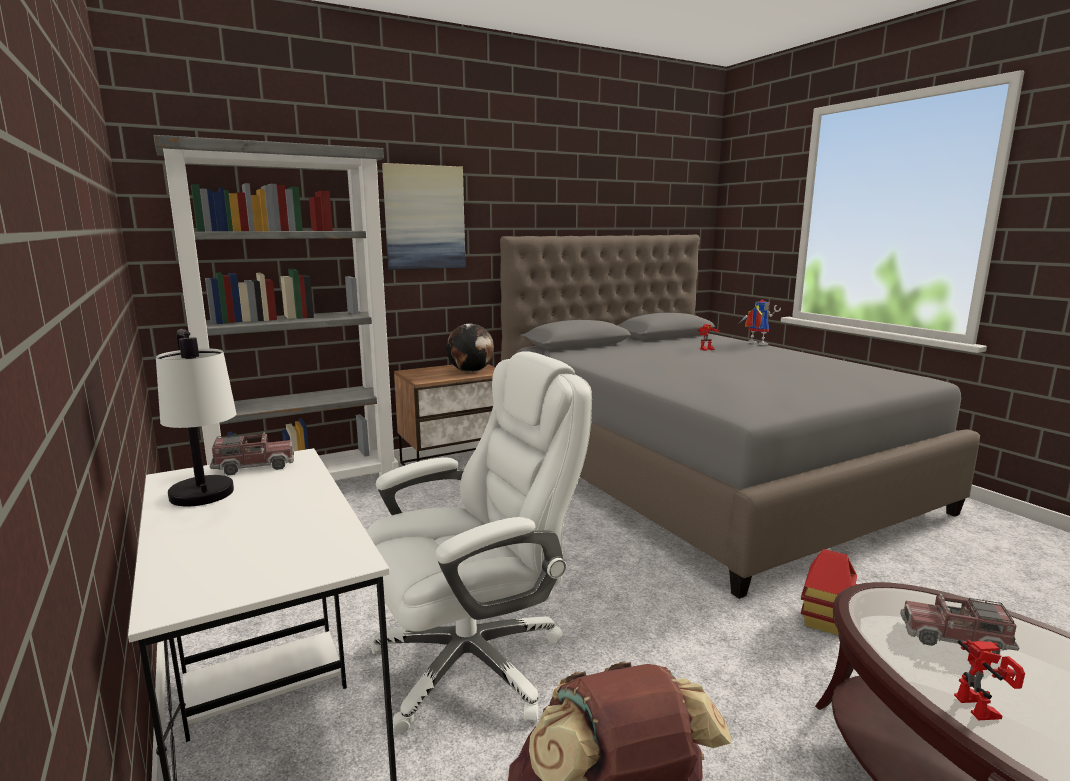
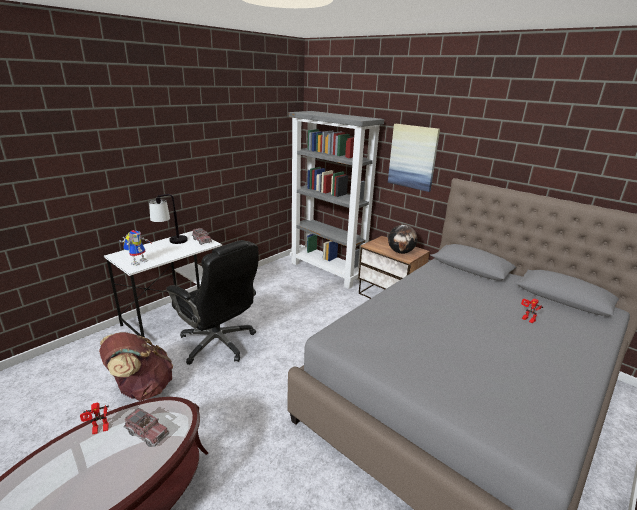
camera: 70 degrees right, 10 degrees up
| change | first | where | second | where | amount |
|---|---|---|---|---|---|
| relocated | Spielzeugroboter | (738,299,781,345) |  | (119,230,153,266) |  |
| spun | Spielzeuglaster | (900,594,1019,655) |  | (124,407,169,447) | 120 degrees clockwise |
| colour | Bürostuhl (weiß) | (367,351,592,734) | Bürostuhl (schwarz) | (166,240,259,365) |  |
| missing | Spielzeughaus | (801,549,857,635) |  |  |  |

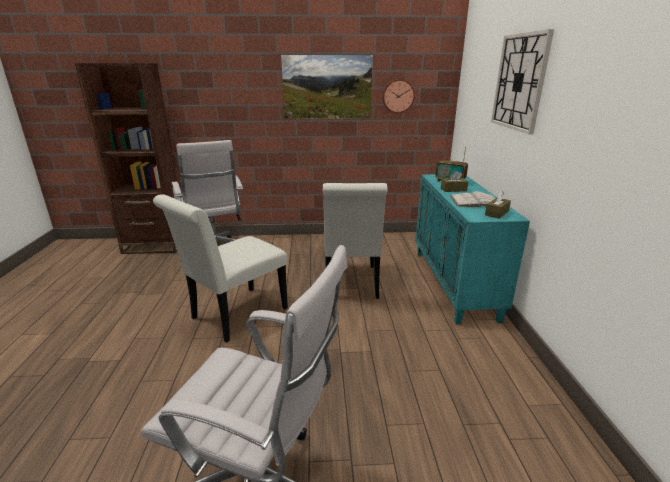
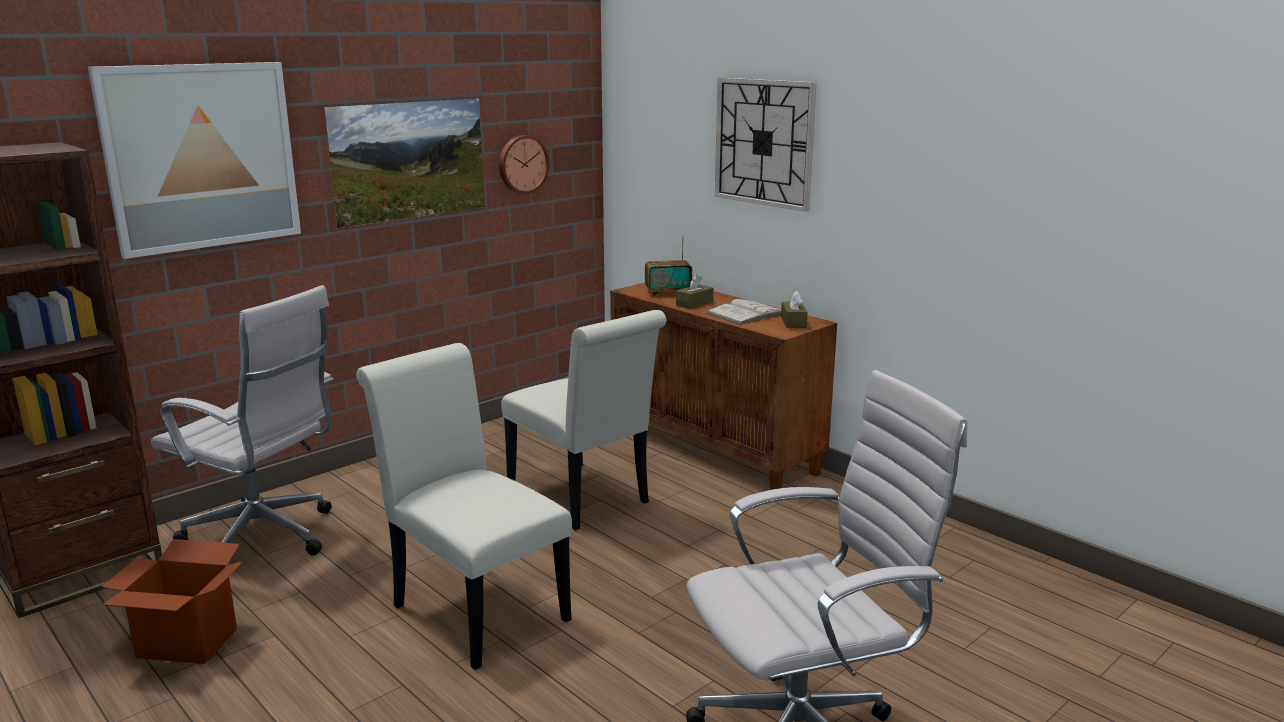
camera: 40 degrees left, 5 degrees down
| change | first | where | second | where | amount |
|---|---|---|---|---|---|
| appeared |  |  | Bild | (88,62,301,259) |  |
| appeared |  |  | Karton | (101,539,245,664) |  |
| spun | Stuhl (weiß) | (153,194,288,342) |  | (356,343,572,670) | 135 degrees clockwise |
| colour | Schrank (türkis) | (415,174,530,324) | Schrank (braun) | (610,283,837,490) |  |

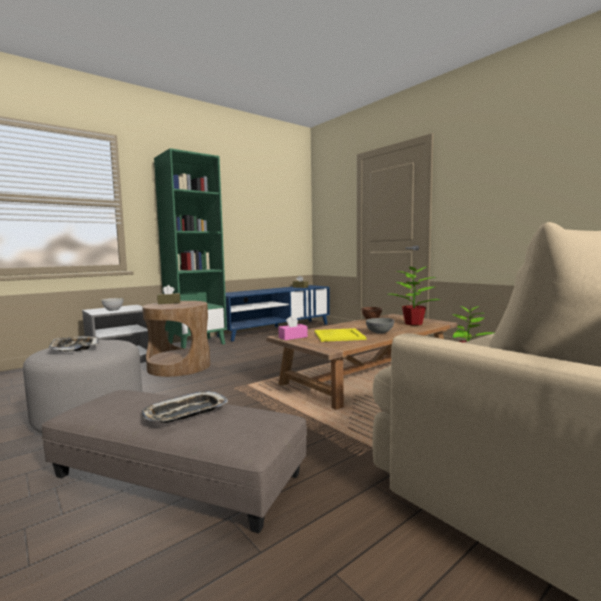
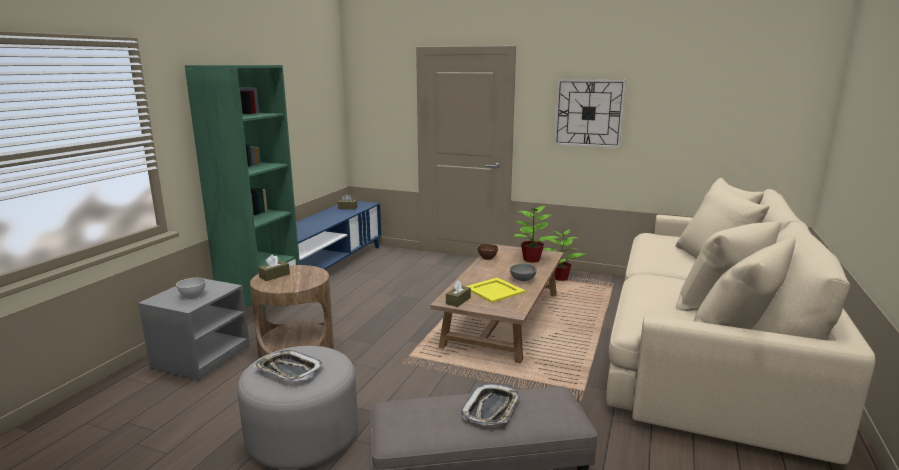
camera: 30 degrees left, 10 degrees up
| change | first | where | second | where | amount |
|---|---|---|---|---|---|
| colour | Taschentuchbox (rosa) | (278,315,308,340) | Taschentuchbox (braun) | (446,280,471,307) |  |
| appeared |  |  | Wanduhr | (554,79,626,148) |  |

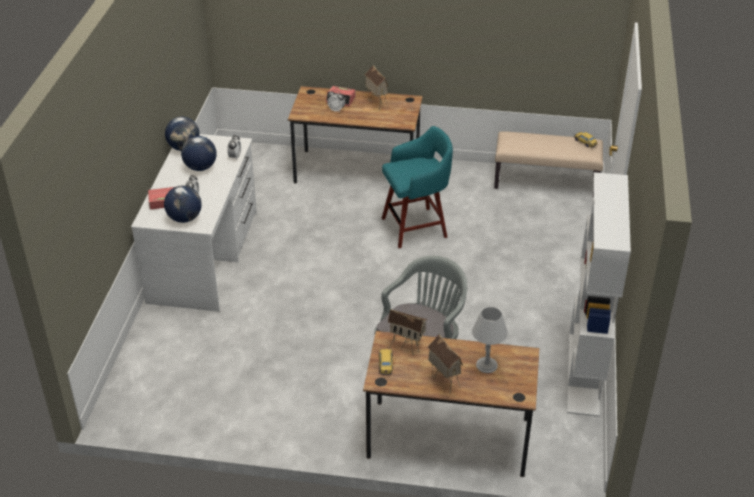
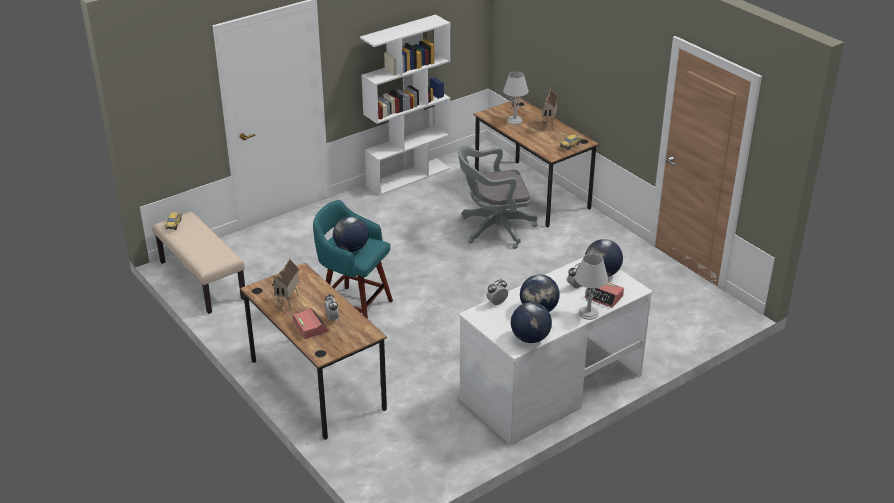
camera: 135 degrees left, 5 degrees down
| change | first | where | second | where | amount |
|---|---|---|---|---|---|
| appeared |  |  | Globus | (333,216,369,252) |  |
| appeared |  |  | Tischlampe (grau) | (575,254,608,320) |  |
| missing | Spielzeughaus | (388,309,427,356) |  |  |  |

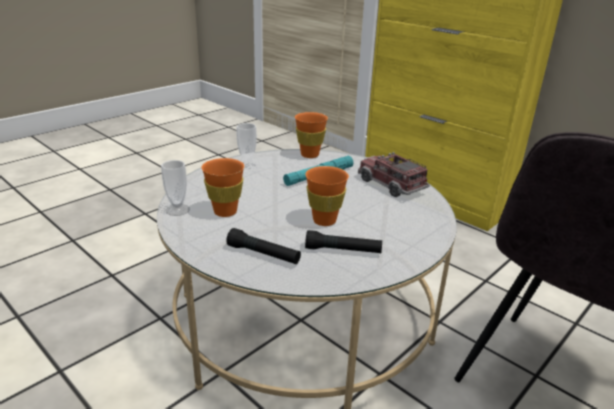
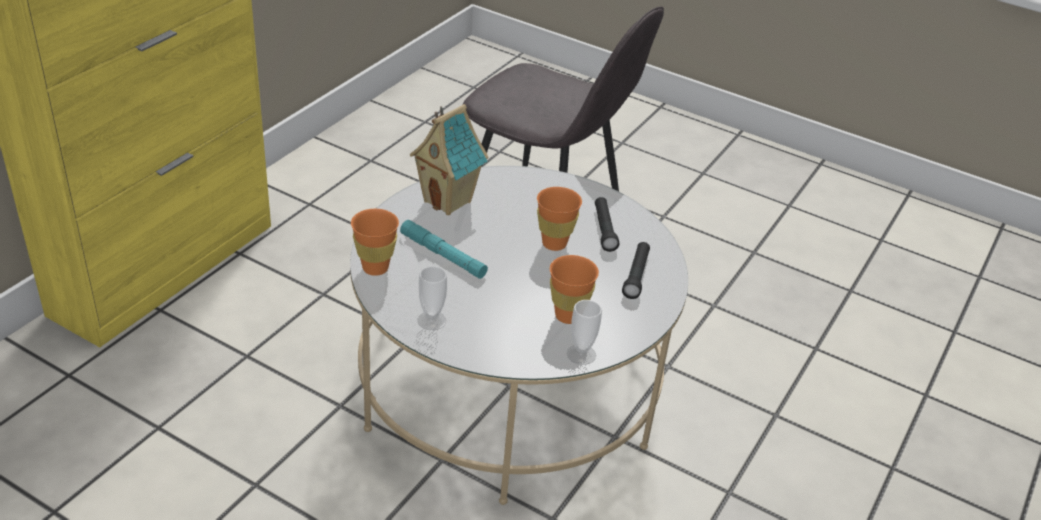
camera: 105 degrees left, 10 degrees up
| change | first | where | second | where | amount |
|---|---|---|---|---|---|
| exchanged | Spielzeuglaster | (358,152,430,197) | Spielzeughaus | (410,104,489,215) |  |

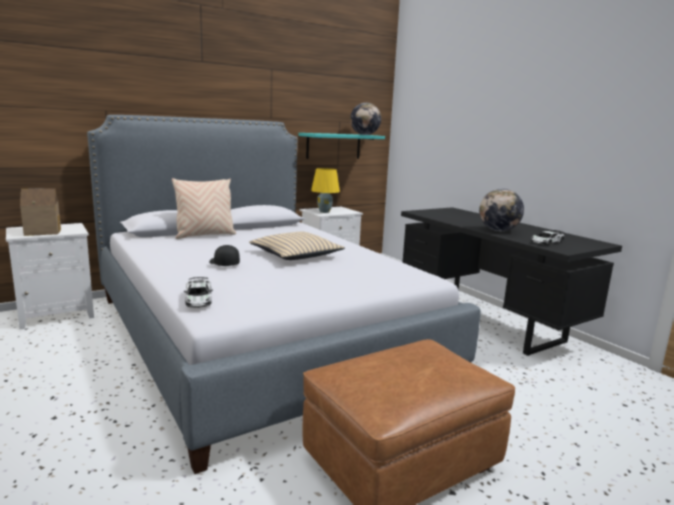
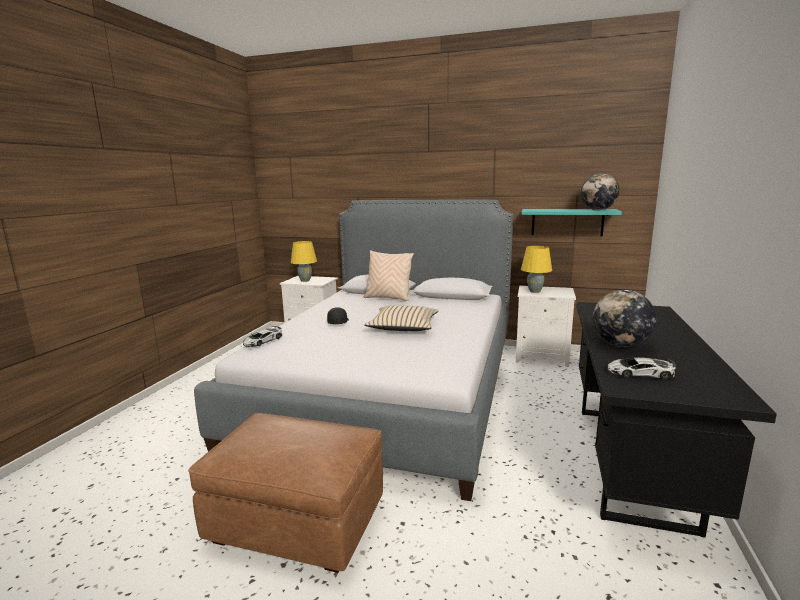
camera: 50 degrees right, 0 degrees up
| change | first | where | second | where | amount |
|---|---|---|---|---|---|
| exchanged | Spielzeughaus | (20,188,61,236) | Tischlampe (gelb) | (291,241,317,282) |  |

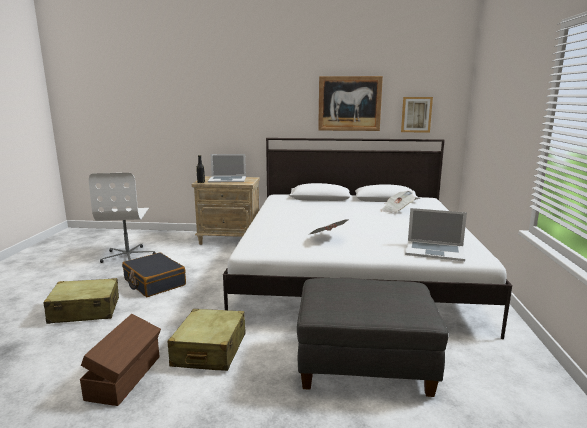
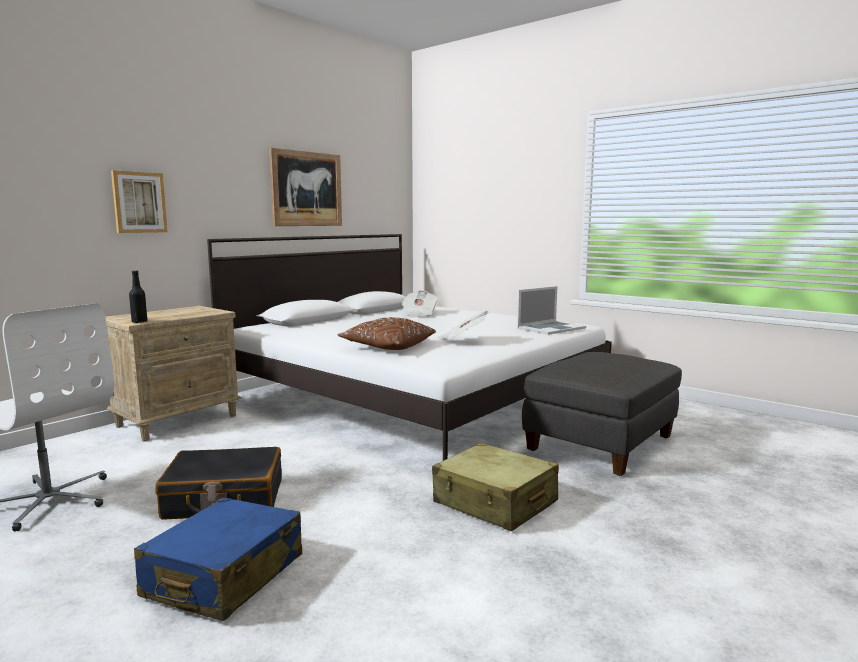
camera: 55 degrees left, 5 degrees down
| change | first | where | second | where | amount |
|---|---|---|---|---|---|
| relocated | Bild | (401,97,433,132) |  | (111,171,168,233) |  |
| colour | Koffer (beige) | (44,278,119,324) | Koffer (blau) | (134,497,302,621) |  |
| appeared |  |  | Kissen (braun) | (337,317,436,350) |  |
| missing | Aufbewahrungsbox (braun) | (80,314,161,406) |  |  |  |
| missing | Laptop | (208,154,246,182) |  |  |  |

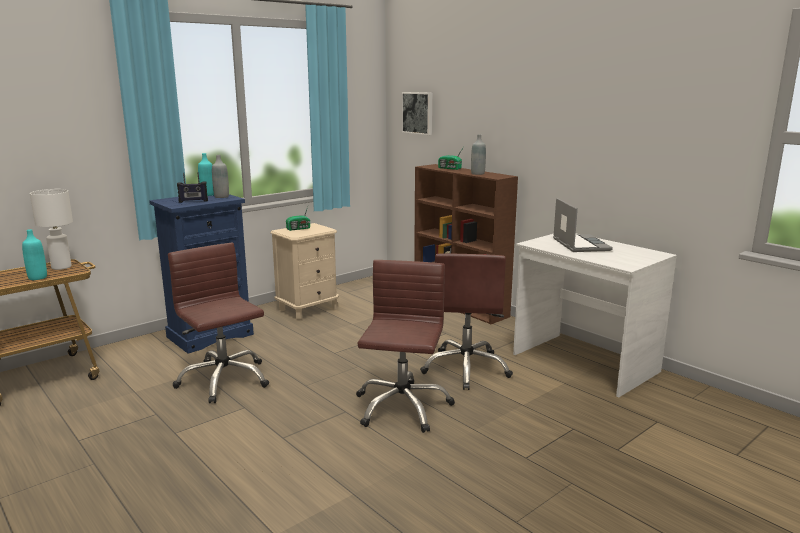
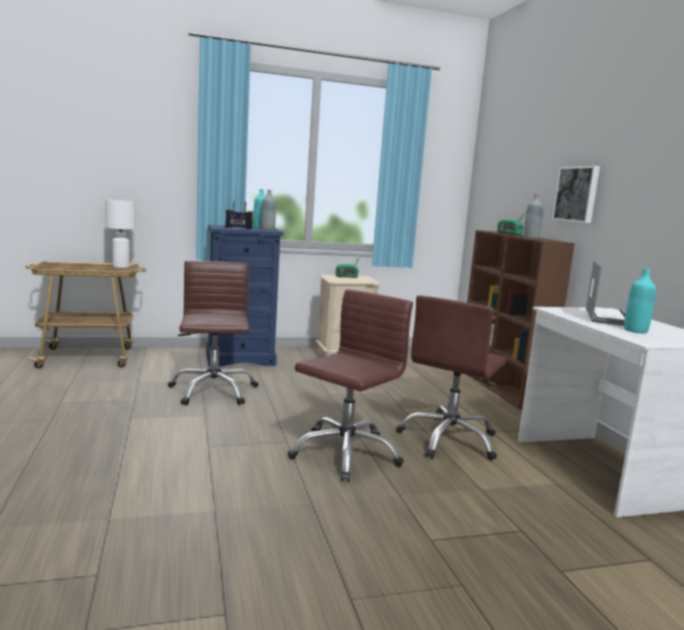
camera: 25 degrees right, 5 degrees down
| change | first | where | second | where | amount |
|---|---|---|---|---|---|
| relocated | Bild | (401,92,432,135) |  | (552,166,600,223) |  |
| relocated | Flasche (türkis) | (22,229,47,280) |  | (624,268,656,333) |  |

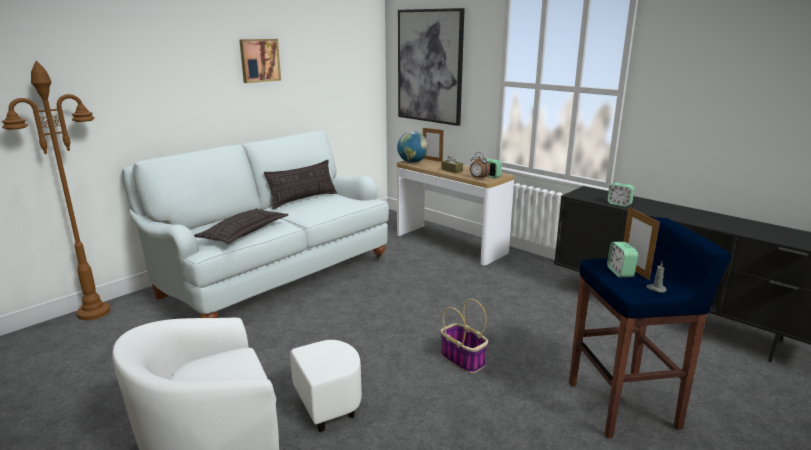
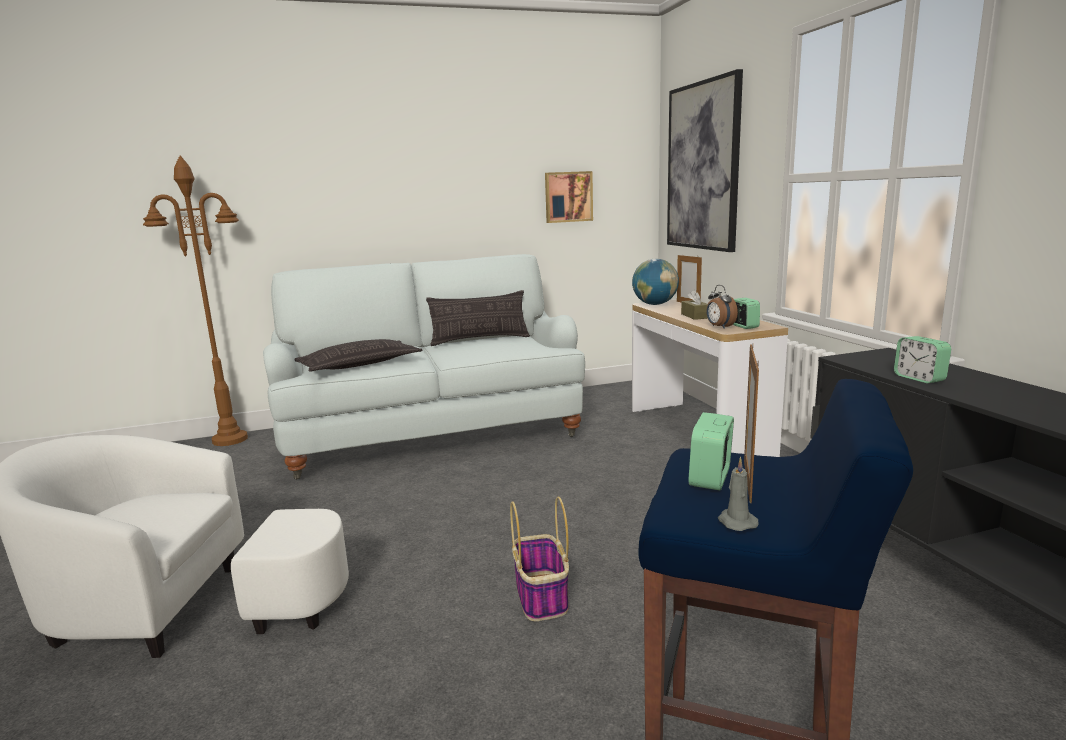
camera: 30 degrees right, 5 degrees down
| change | first | where | second | where | amount |
|---|---|---|---|---|---|
| relocated | Bild | (239,39,281,83) |  | (545,171,593,223) |  |

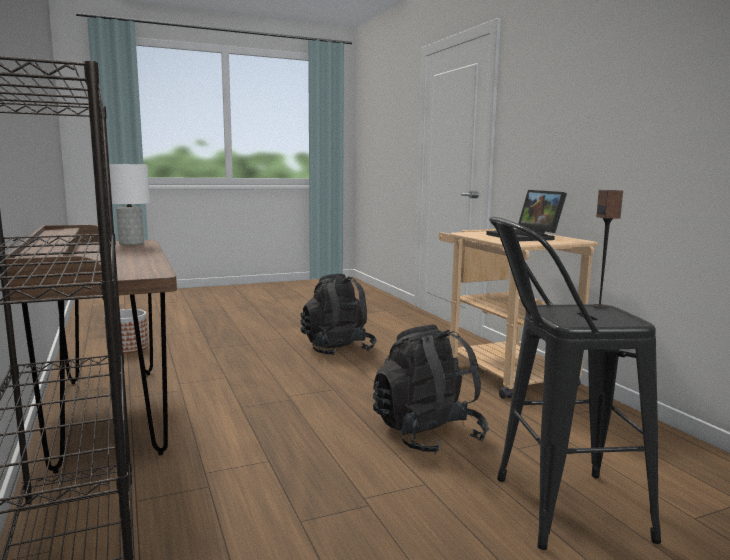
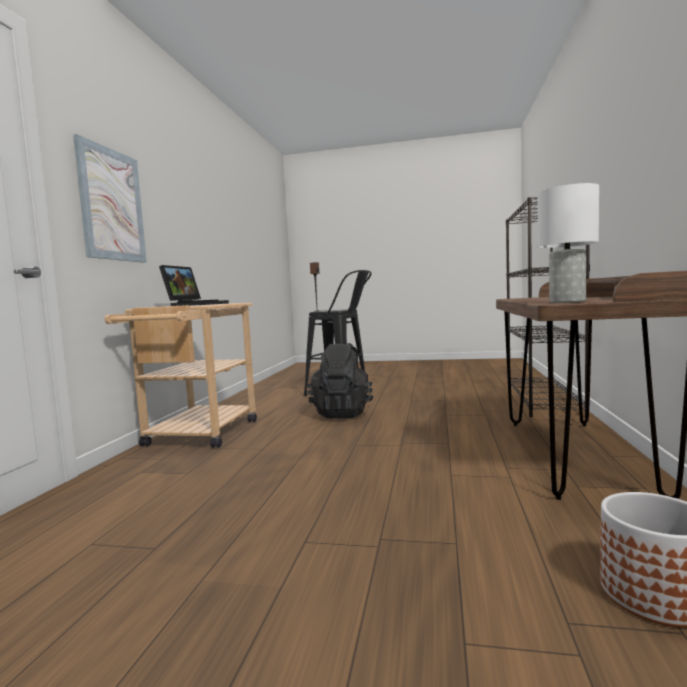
camera: 145 degrees left, 5 degrees down
| change | first | where | second | where | amount |
|---|---|---|---|---|---|
| appeared |  |  | Bild | (73,134,147,263) |  |
| missing | Rucksack (schwarz) | (300,274,377,356) |  |  |  |

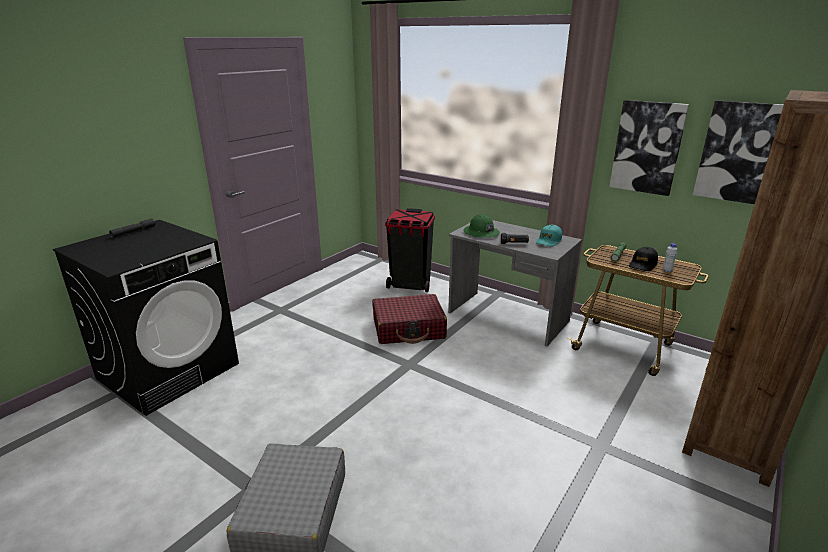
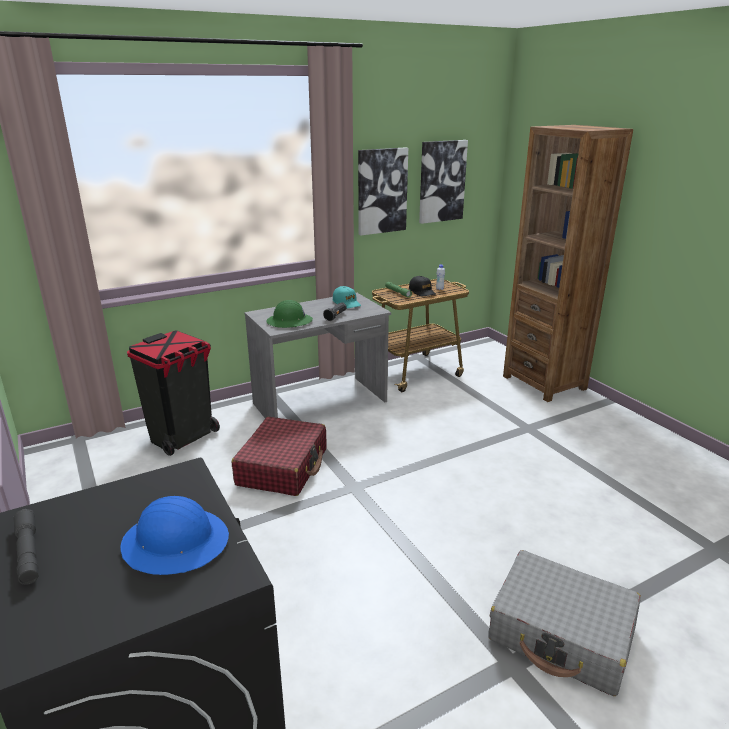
camera: 65 degrees left, 0 degrees up
| change | first | where | second | where | amount |
|---|---|---|---|---|---|
| appeared |  |  | Schutzhelm (blau) | (120,496,229,575) |  |

